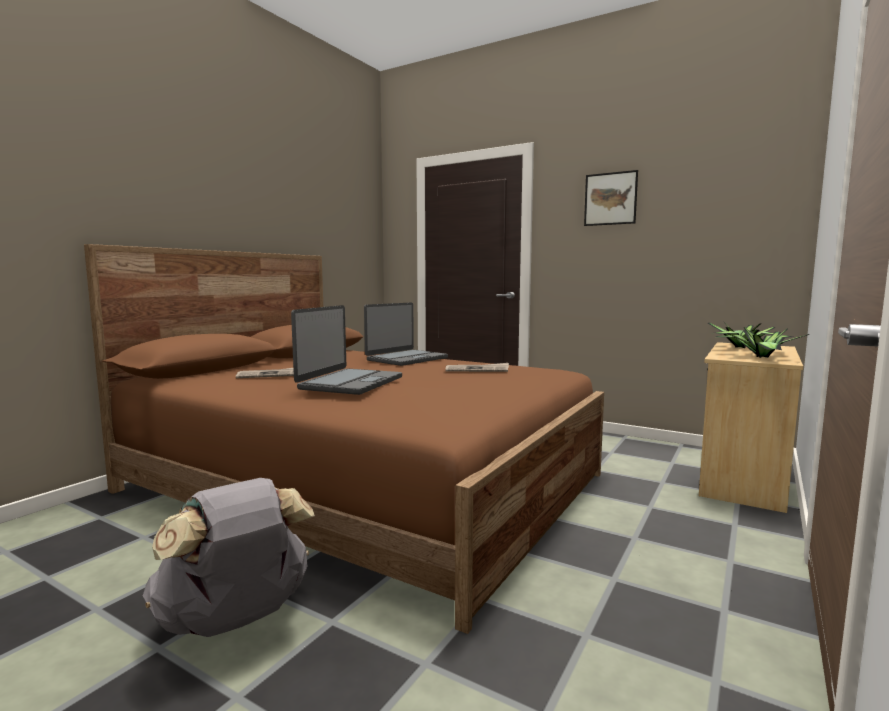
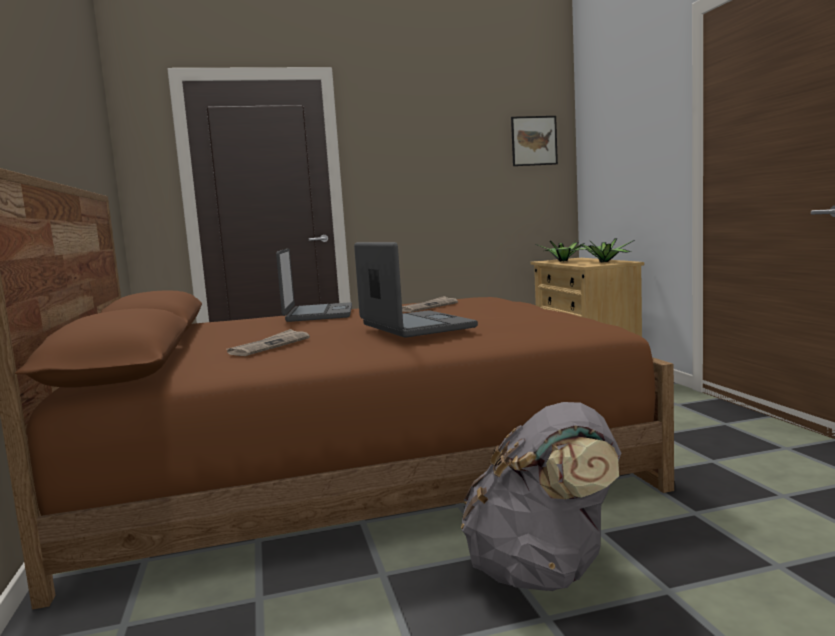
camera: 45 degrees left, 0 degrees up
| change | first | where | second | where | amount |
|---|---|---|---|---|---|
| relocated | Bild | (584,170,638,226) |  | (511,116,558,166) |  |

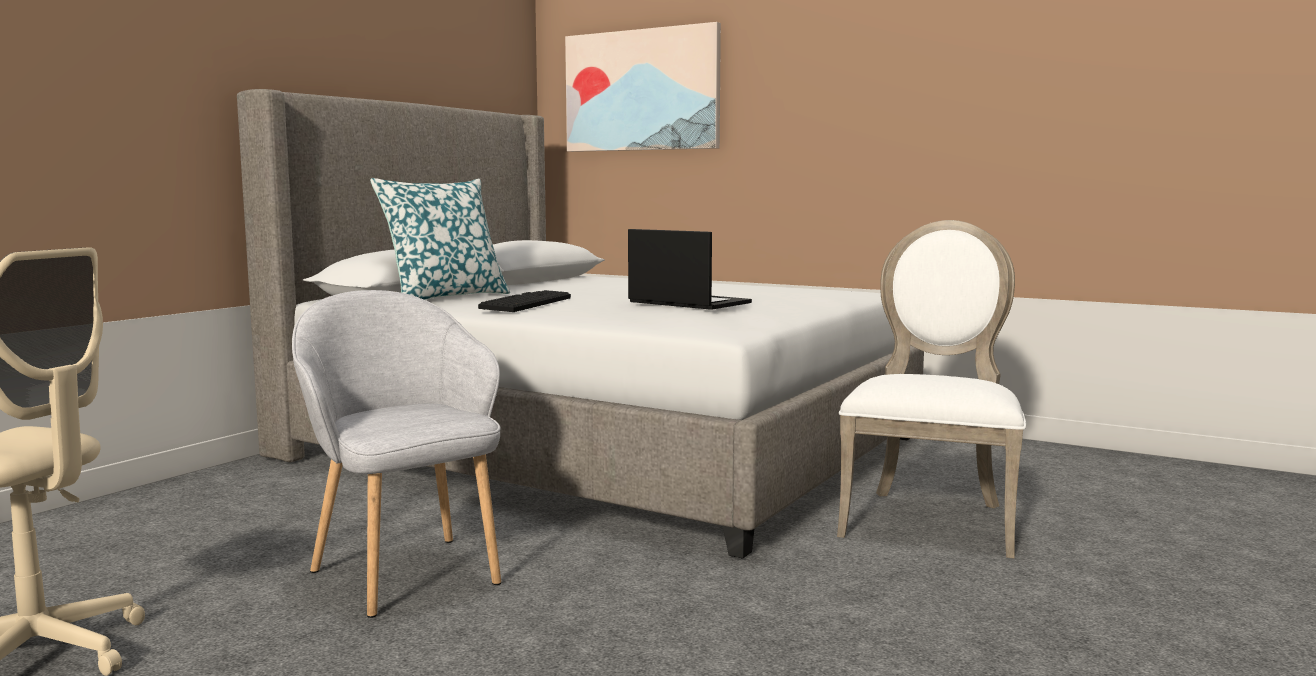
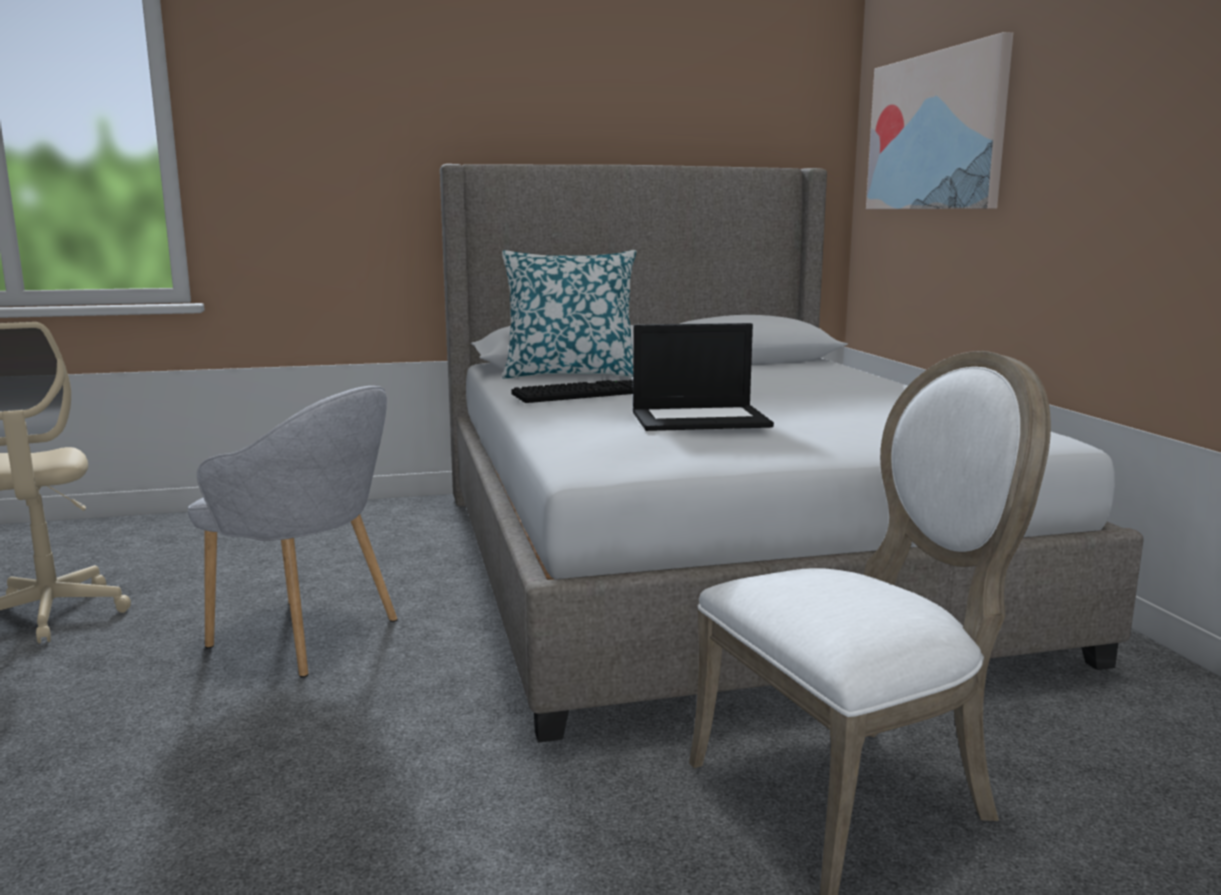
camera: 45 degrees right, 5 degrees up
| change | first | where | second | where | amount |
|---|---|---|---|---|---|
| spun | Sessel (grau) | (292,290,501,618) |  | (188,386,398,678) | 105 degrees clockwise |
| spun | Laptop | (628,229,752,310) |  | (633,323,774,431) | 90 degrees clockwise |

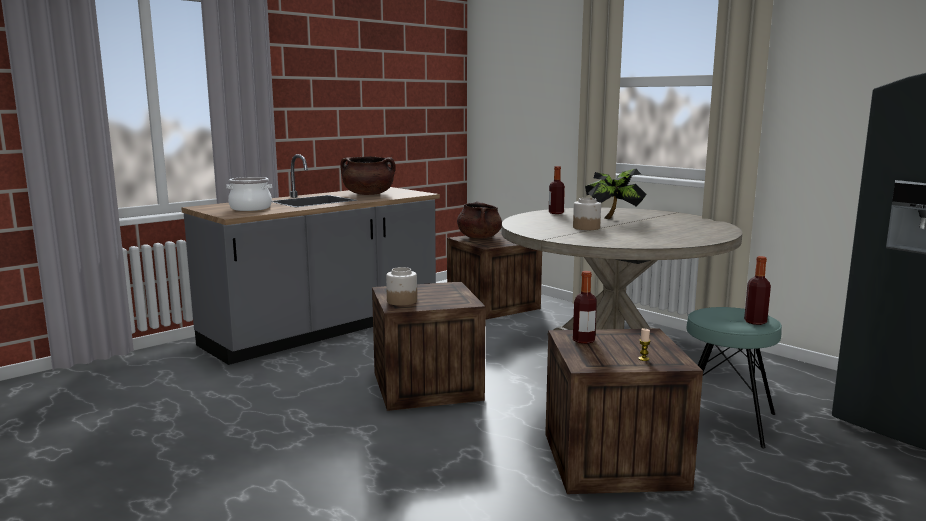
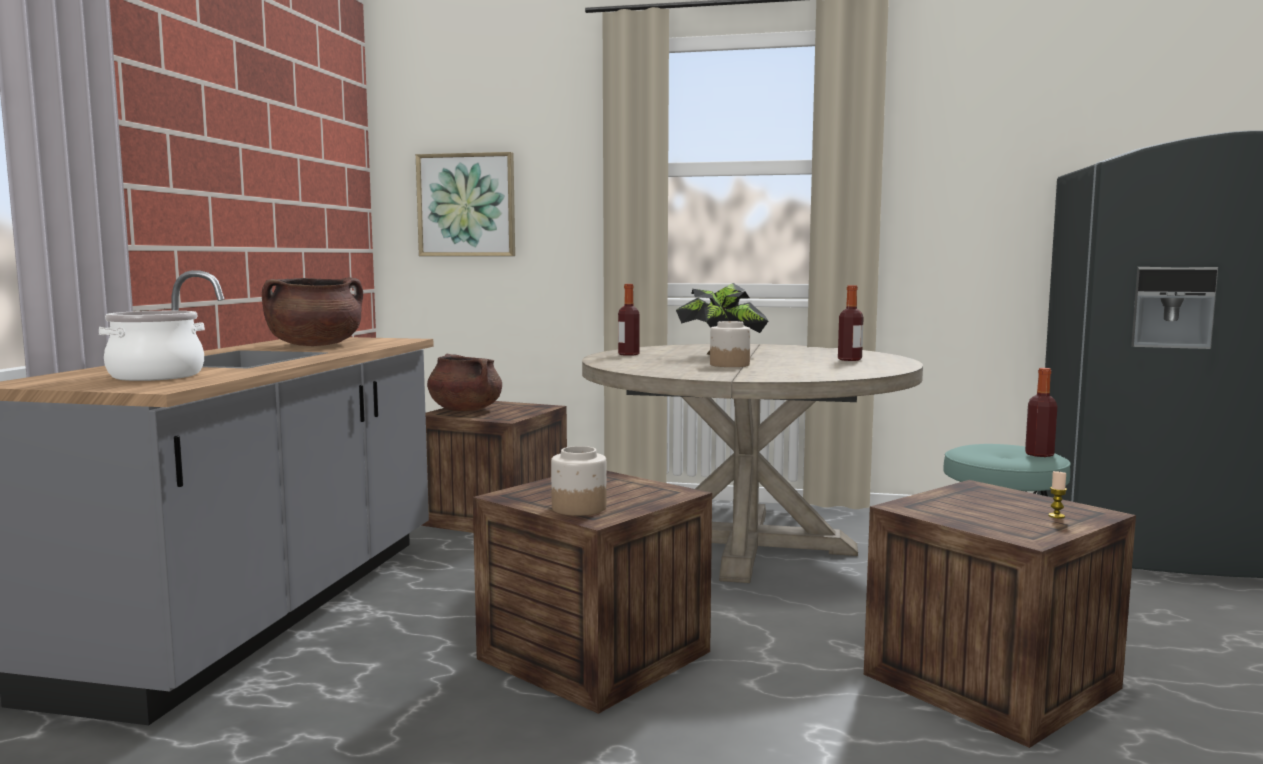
camera: 35 degrees left, 5 degrees down
| change | first | where | second | where | amount |
|---|---|---|---|---|---|
| appeared |  |  | Bild | (416,152,515,256) |  |
| relocated | Flasche | (573,271,597,344) |  | (838,285,864,361) |  |

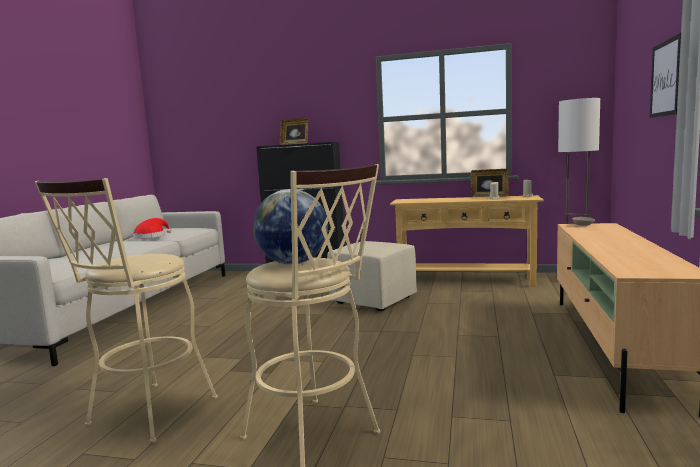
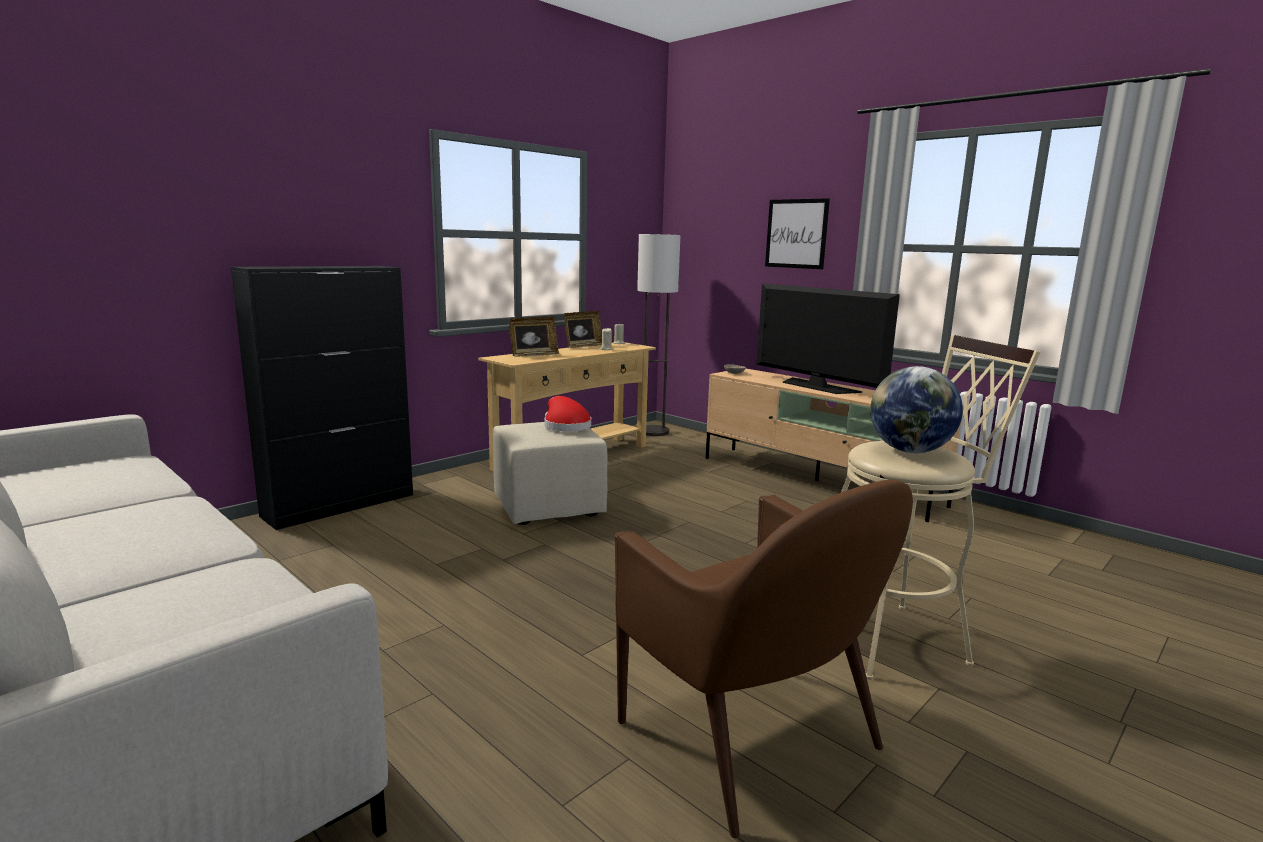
camera: 60 degrees left, 5 degrees up
| change | first | where | second | where | amount |
|---|---|---|---|---|---|
| relocated | Bilderrahmen | (280,118,308,145) |  | (509,316,559,357) |  |
| relocated | Hut (rot) | (133,218,171,239) |  | (545,396,592,431) |  |
| exchanged | Hocker (beige) | (35,178,218,443) | Sessel (braun) | (615,480,913,839) |  |
| appeared |  |  | Fernseher | (756,284,900,394) |  |

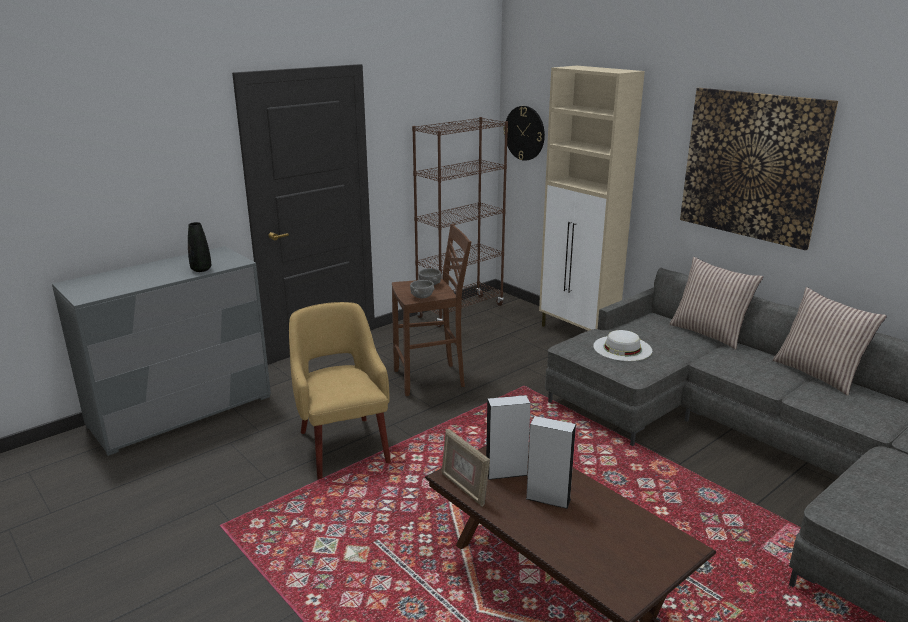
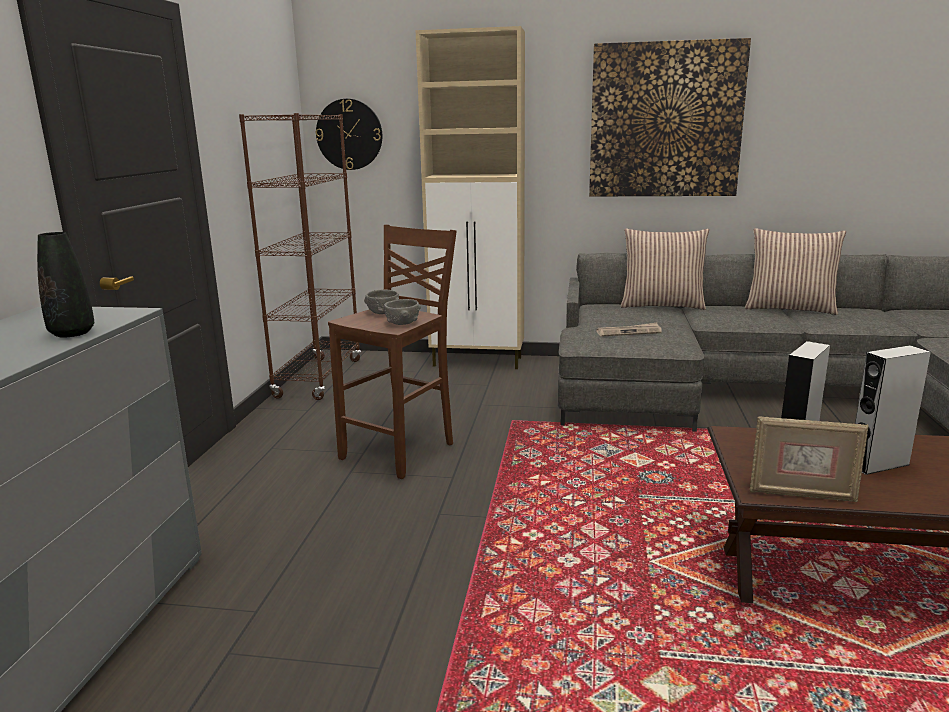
camera: 40 degrees left, 5 degrees down
| change | first | where | second | where | amount |
|---|---|---|---|---|---|
| exchanged | Hut (weiß) | (593,330,652,361) | Zeitung | (596,323,662,337) |  |
| missing | Sessel (gelb) | (289,302,391,480) |  |  |  |

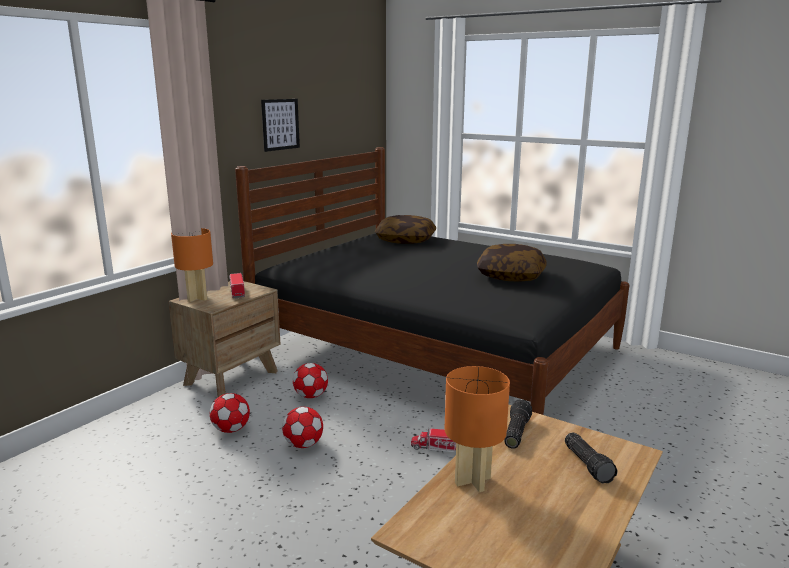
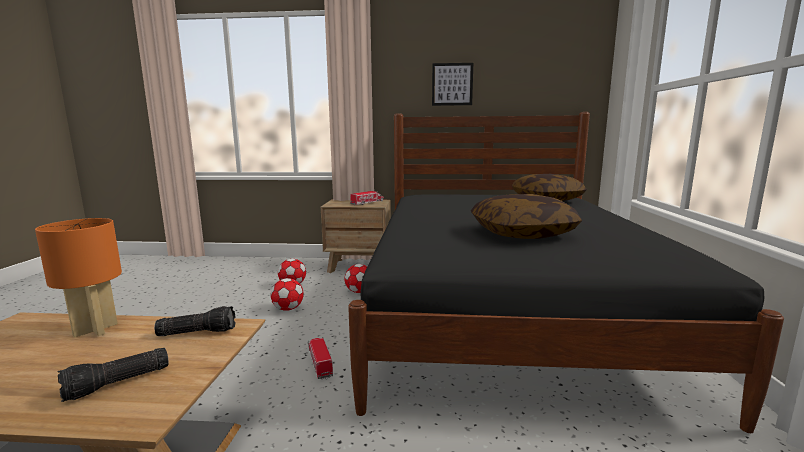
camera: 60 degrees right, 5 degrees down
| change | first | where | second | where | amount |
|---|---|---|---|---|---|
| missing | Tischlampe (orange) | (171,228,213,302) |  |  |  |

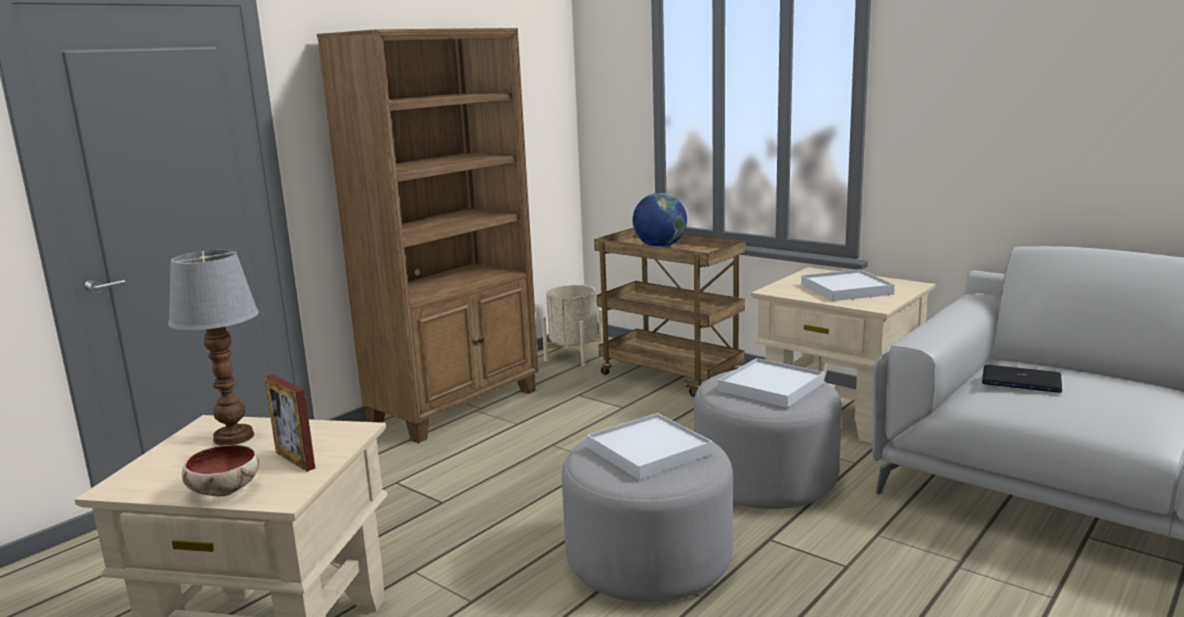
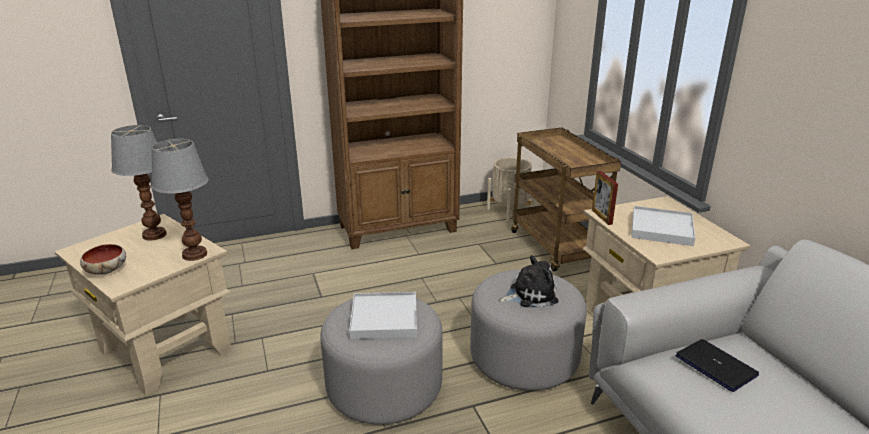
camera: 30 degrees right, 10 degrees up
| change | first | where | second | where | amount |
|---|---|---|---|---|---|
| appeared |  |  | Tischlampe | (151,139,208,261) |  |
| exchanged | Tablett (weiß) | (718,358,824,408) | Plüschtier | (499,255,559,307) |  |
| relocated | Bilderrahmen | (264,375,316,472) |  | (592,171,618,225) |  |
| missing | Globus | (633,193,687,247) |  |  |  |

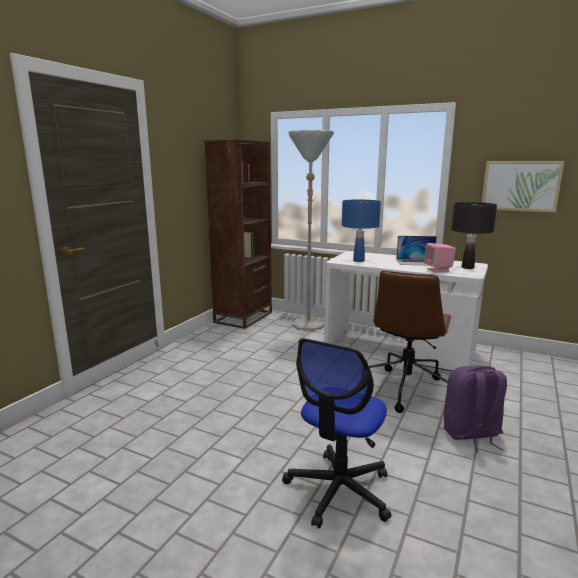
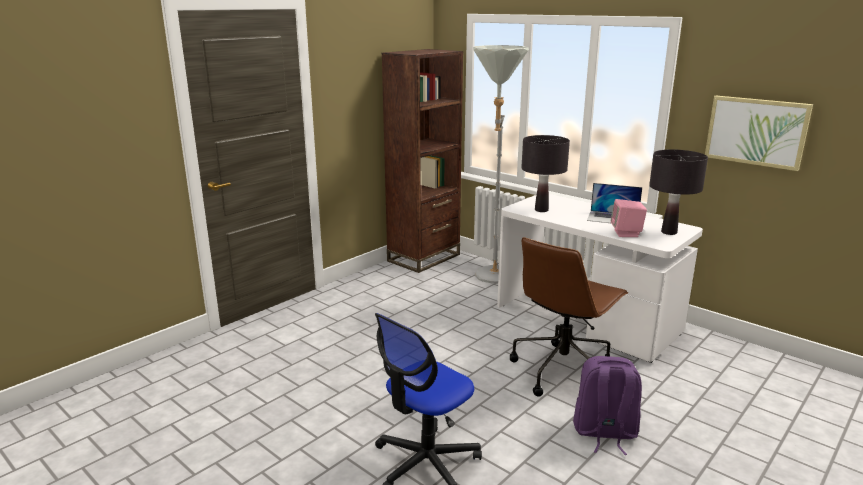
camera: 15 degrees right, 5 degrees up
| change | first | where | second | where | amount |
|---|---|---|---|---|---|
| colour | Tischlampe (blau) | (342,200,381,262) | Tischlampe (schwarz) | (521,135,570,212) |  |

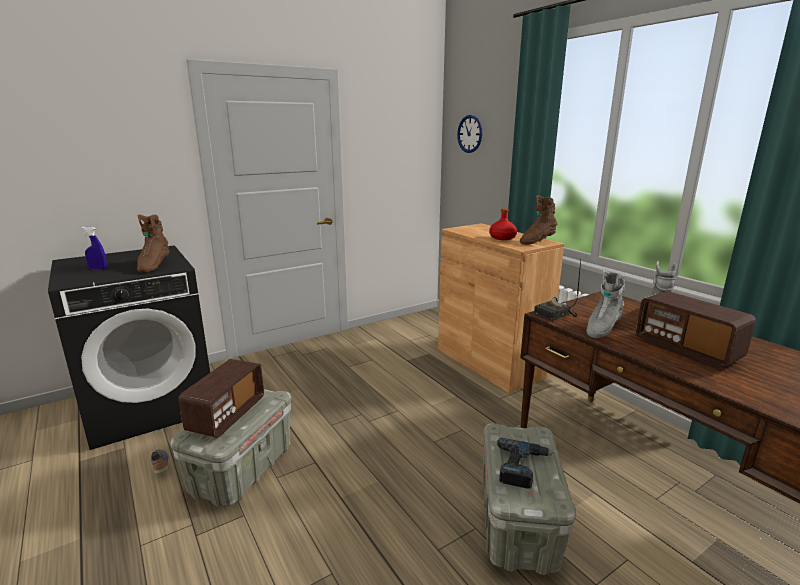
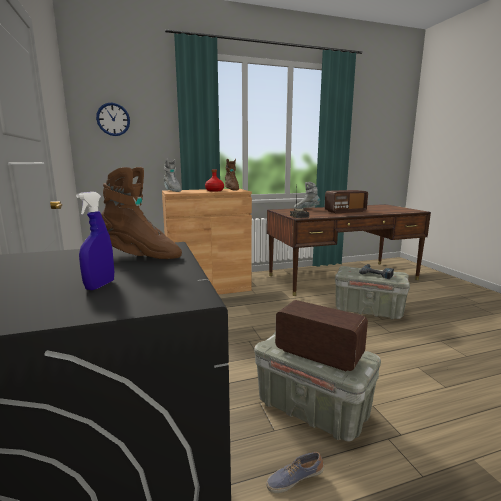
camera: 75 degrees left, 5 degrees down
| change | first | where | second | where | amount |
|---|---|---|---|---|---|
| relocated | Stiefel (grau) | (586,270,625,338) |  | (164,159,181,192) |  |

